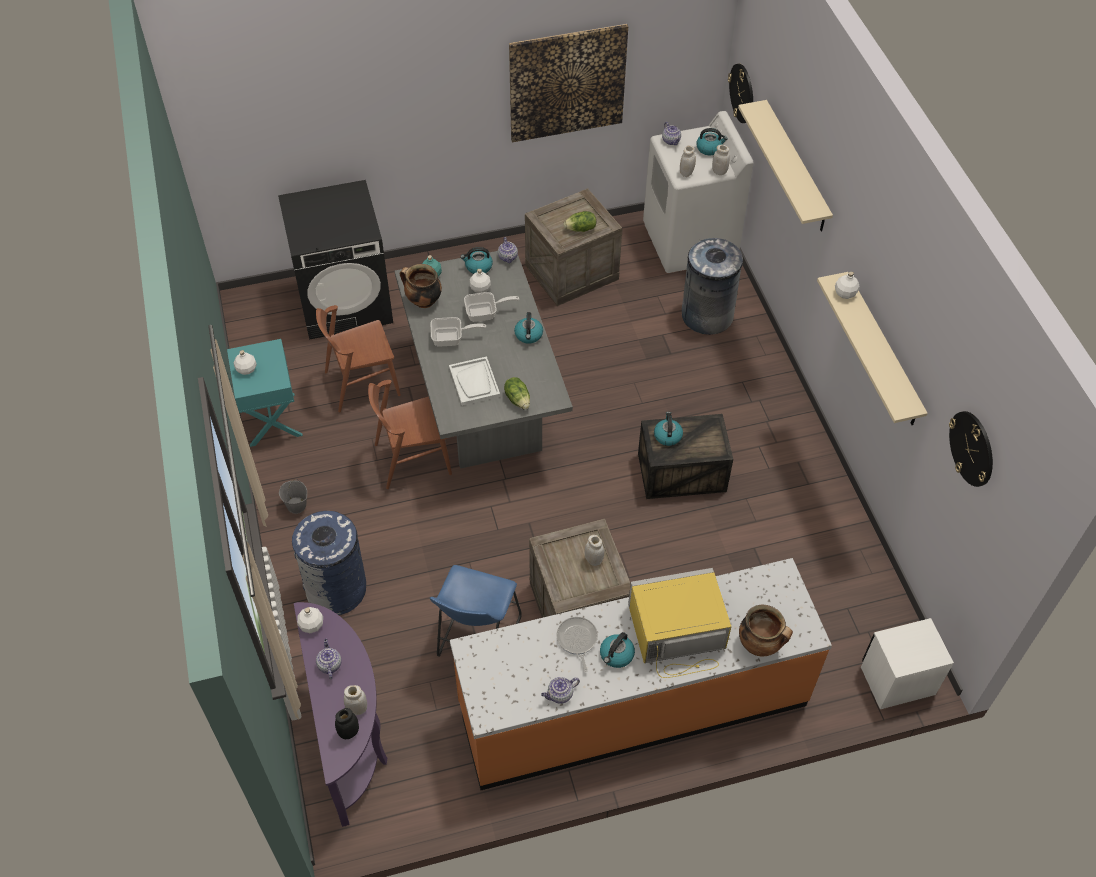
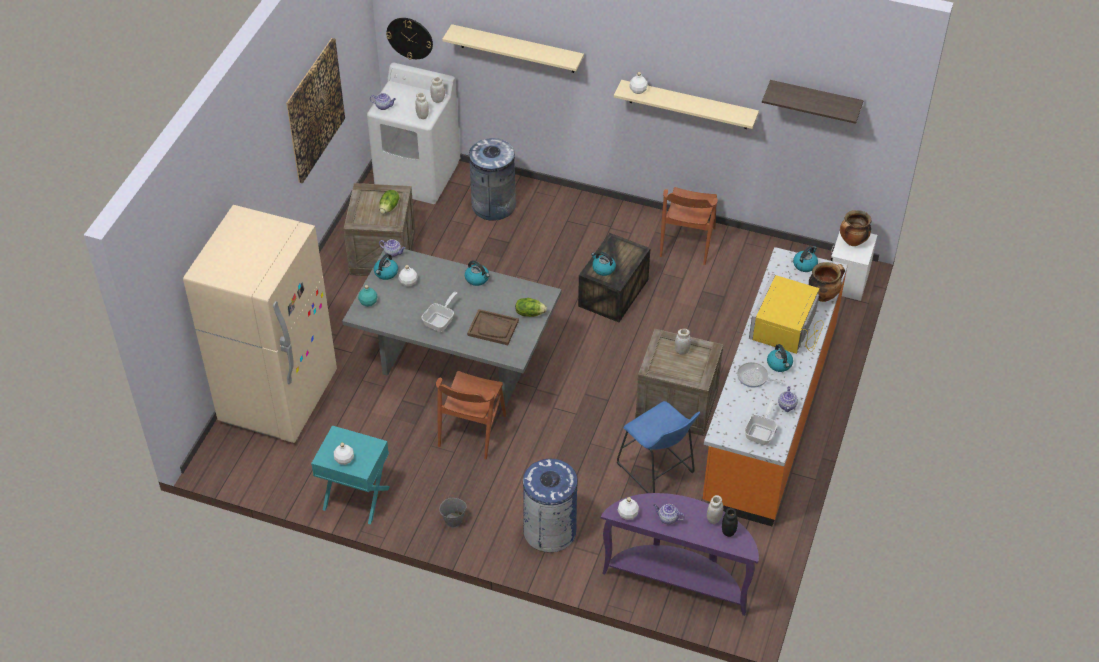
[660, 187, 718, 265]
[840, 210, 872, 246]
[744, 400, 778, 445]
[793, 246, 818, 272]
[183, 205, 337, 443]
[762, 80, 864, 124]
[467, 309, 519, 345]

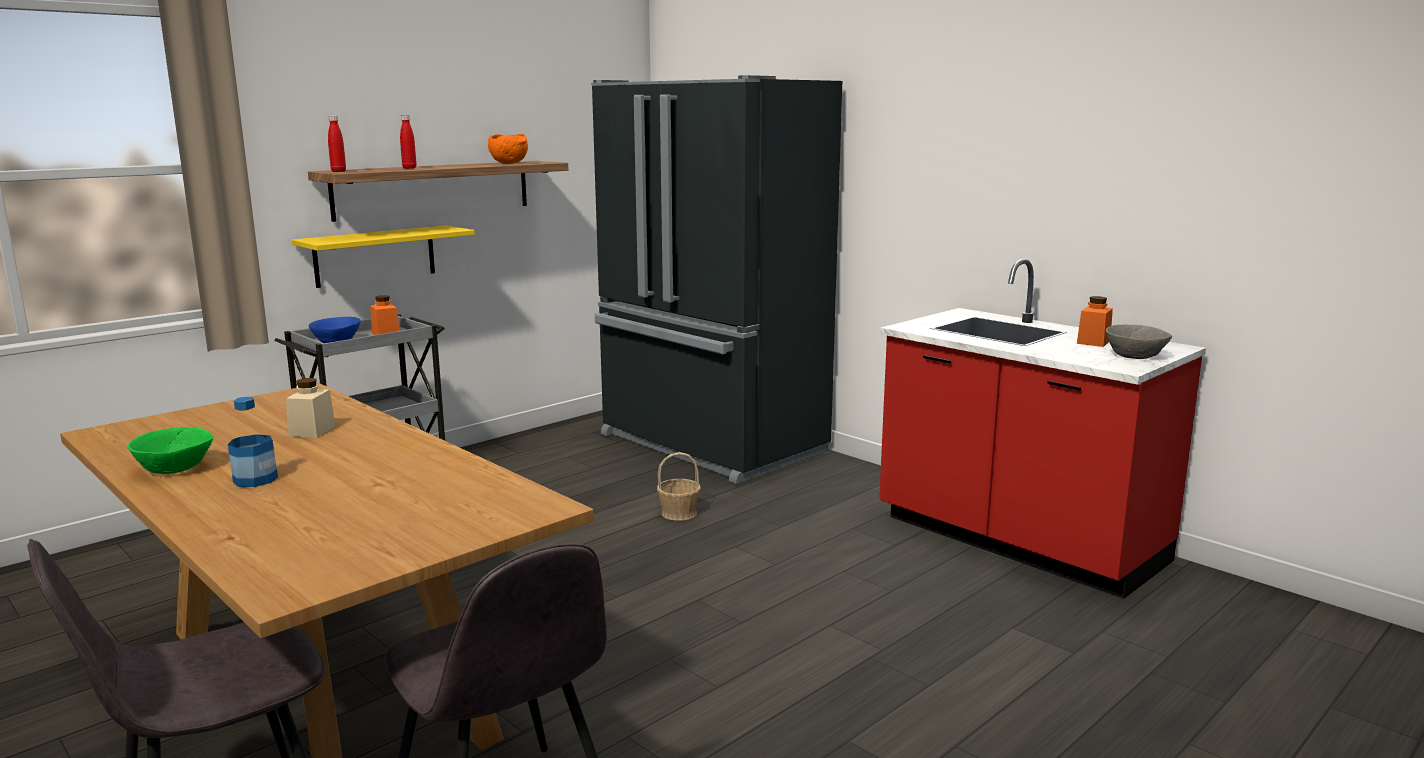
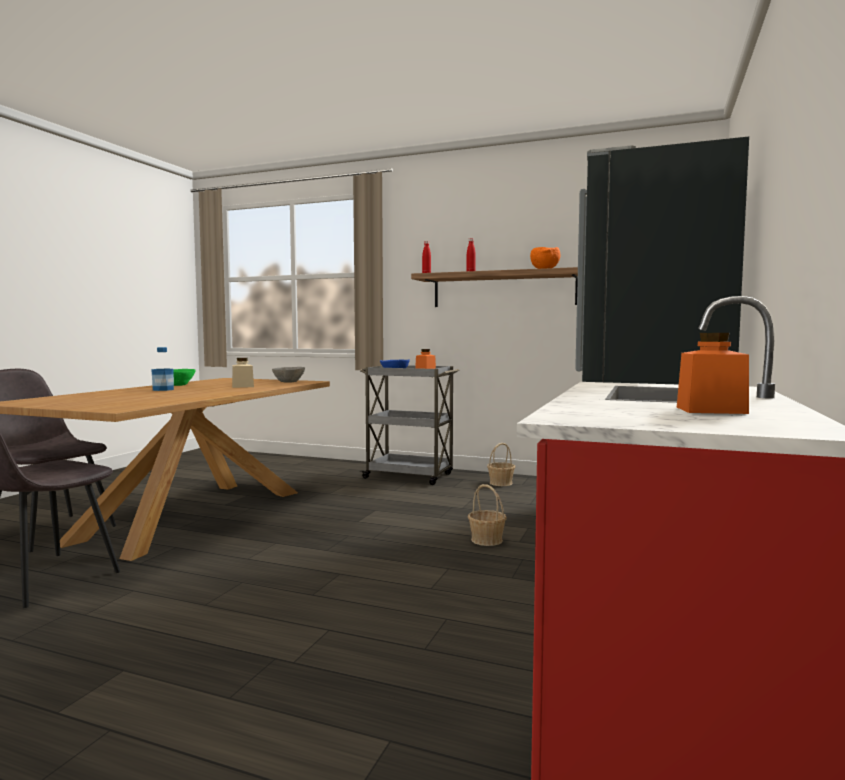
[292, 225, 475, 288] (first image)
[487, 443, 515, 486]
[272, 367, 305, 383]

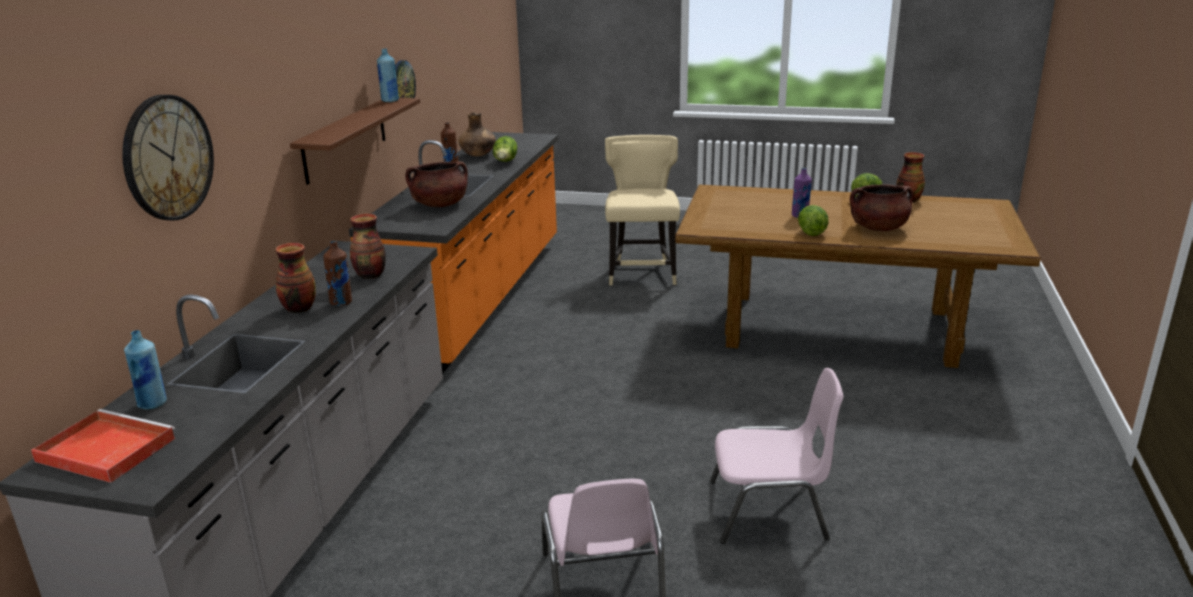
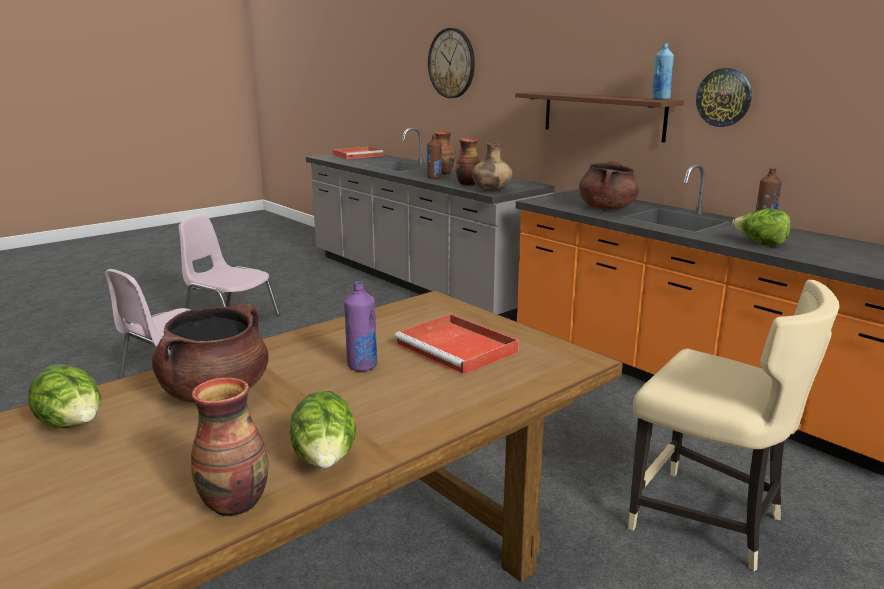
[124, 330, 167, 409] (first image)
[394, 314, 519, 376]
[471, 143, 513, 191]
[28, 364, 101, 428]

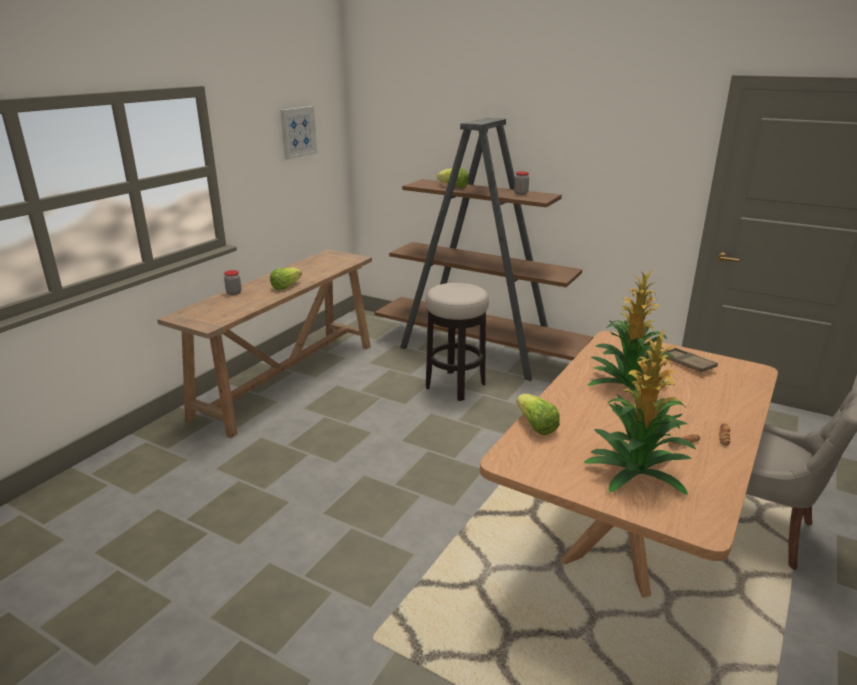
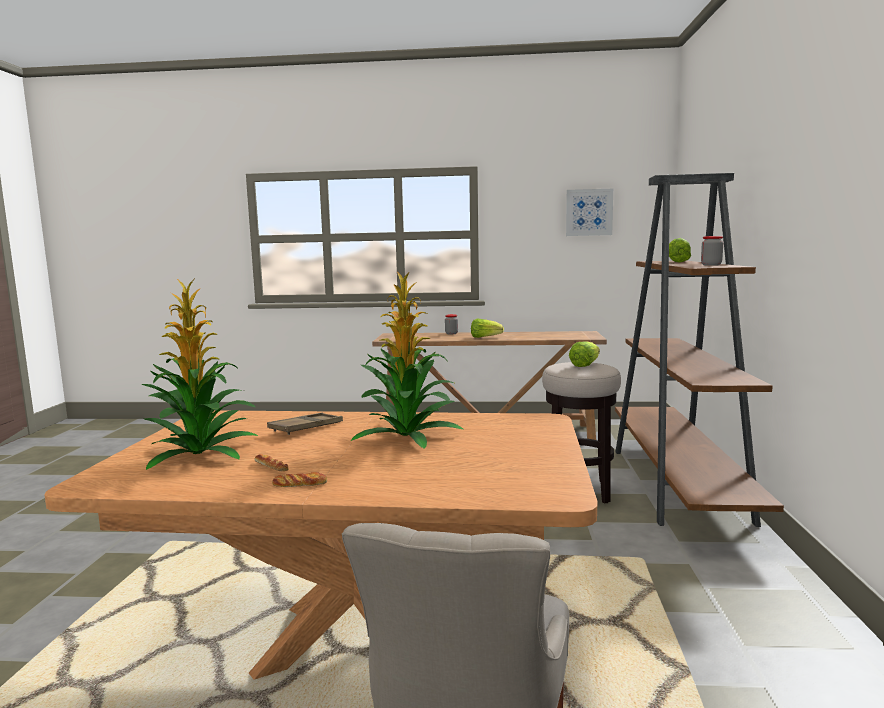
[569, 342, 600, 367]
[267, 413, 343, 435]

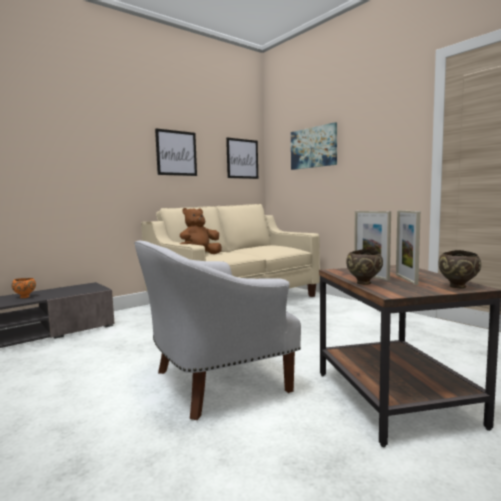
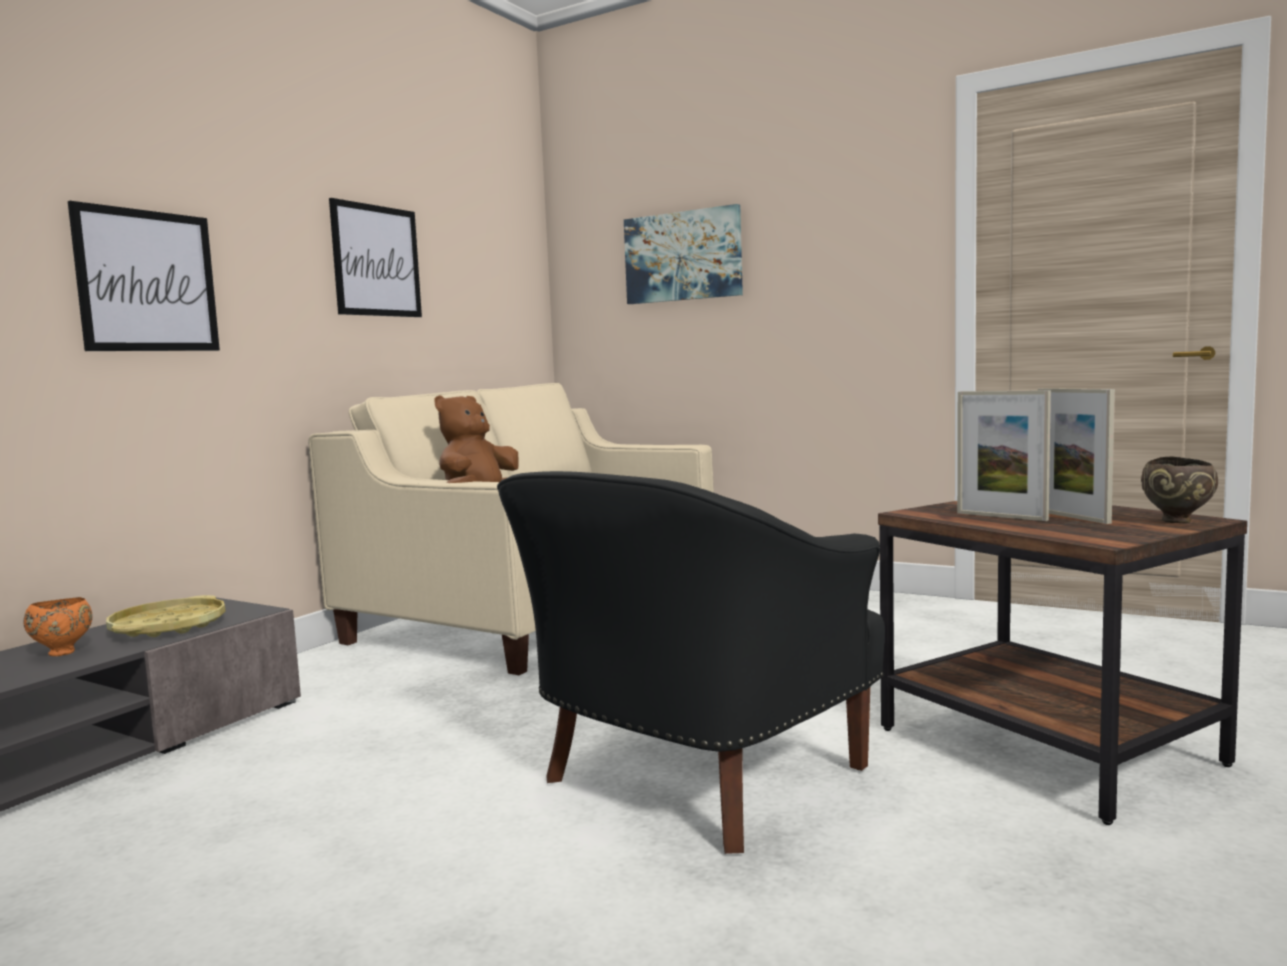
[346, 249, 383, 285] (first image)
[106, 595, 225, 637]
[68, 201, 220, 351]
[497, 471, 885, 854]

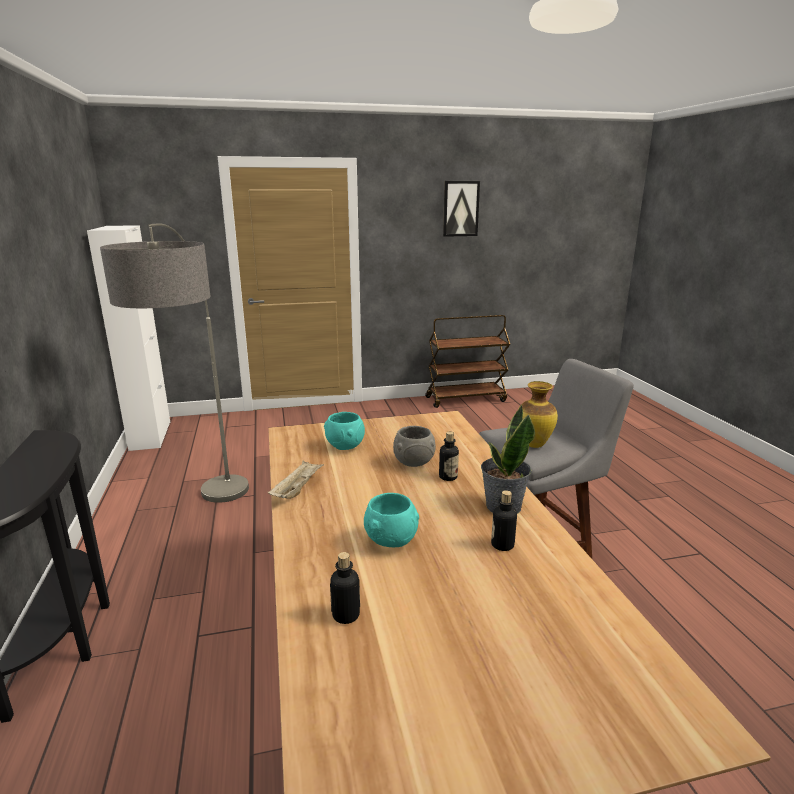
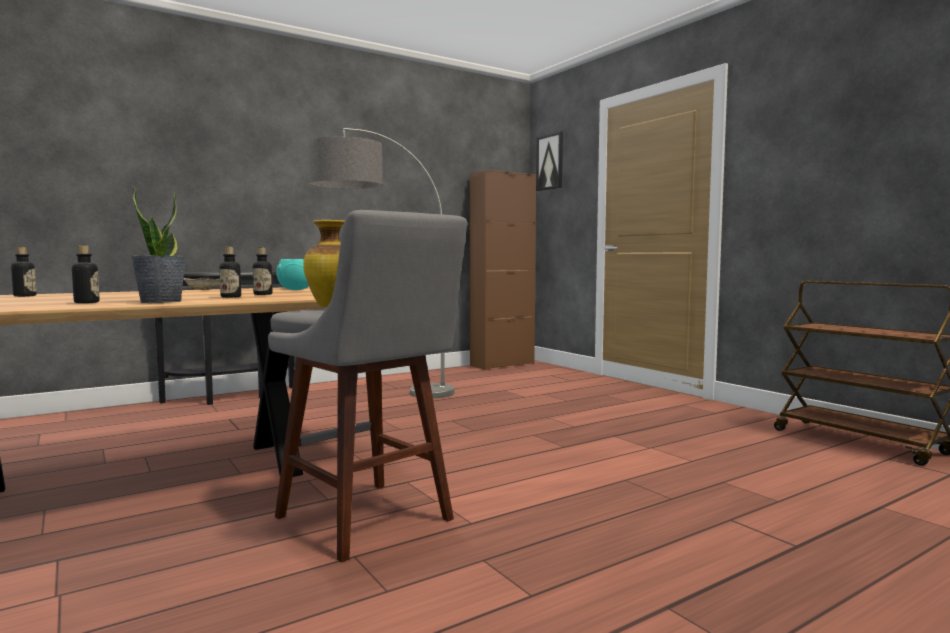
[364, 493, 419, 547] (first image)
[536, 131, 563, 191]
[253, 247, 273, 295]
[470, 169, 536, 370]

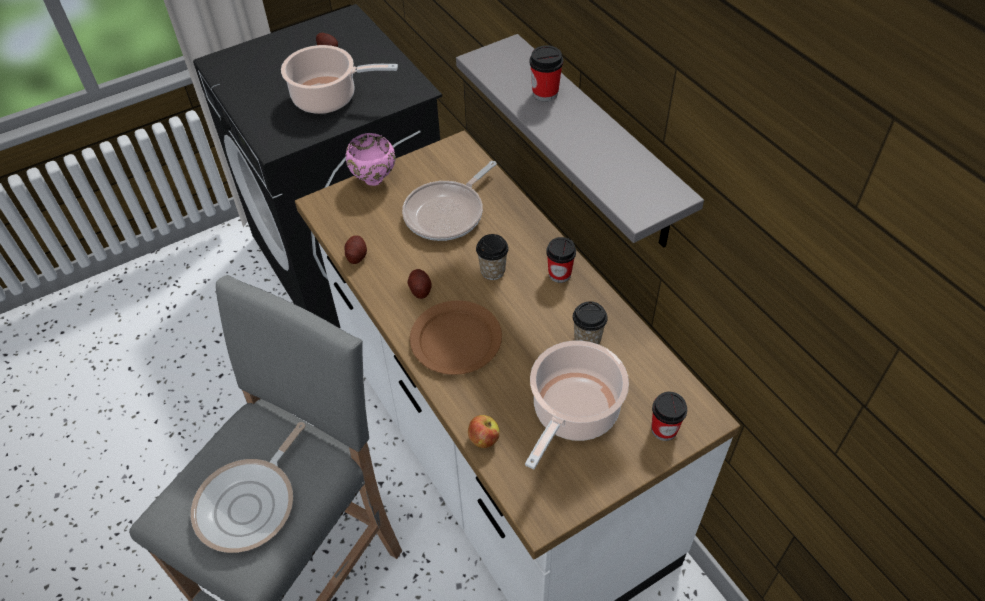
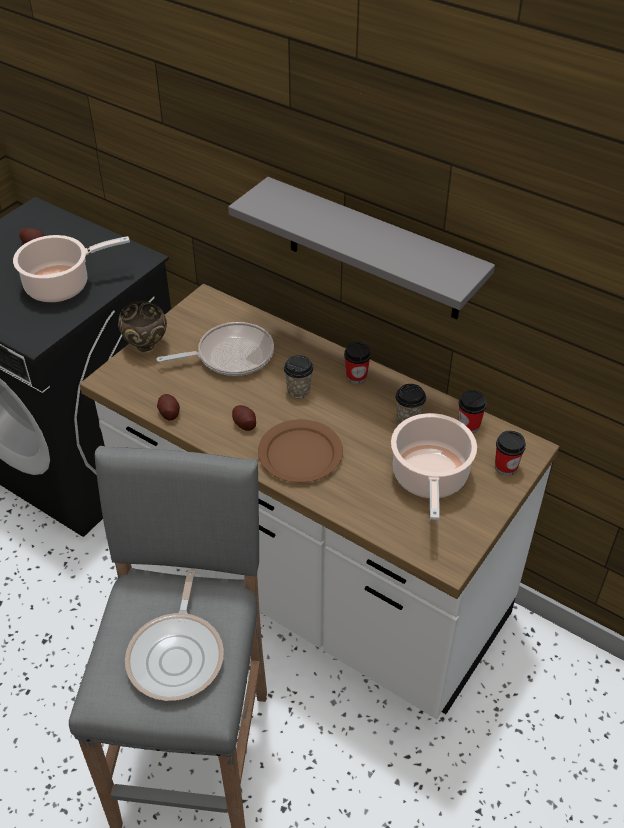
[468, 415, 500, 448] (first image)
[458, 390, 487, 433]
[118, 301, 167, 352]
[156, 322, 274, 376]

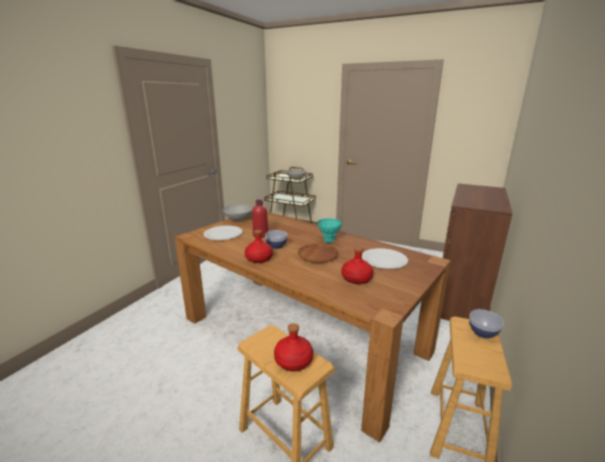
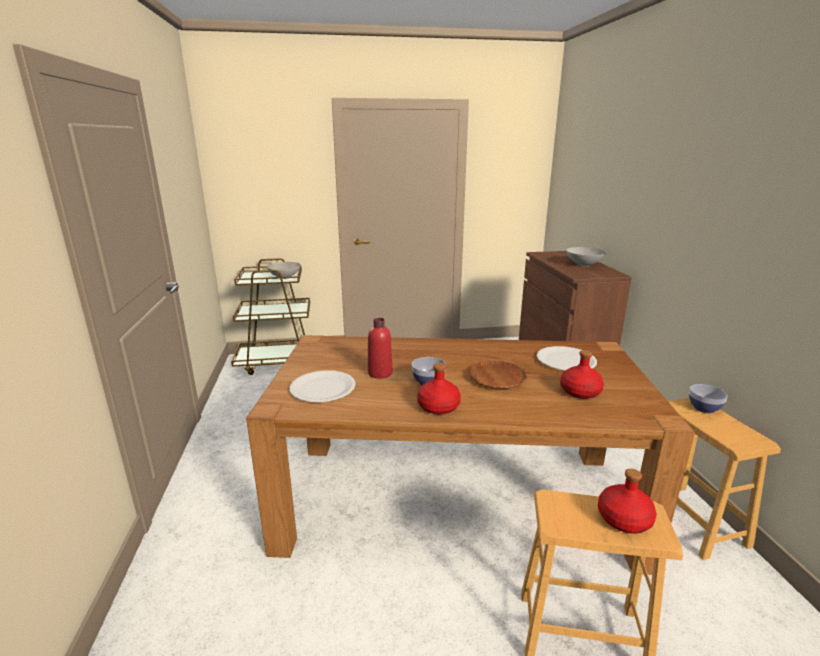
[318, 218, 342, 243] (first image)
[566, 247, 606, 266]

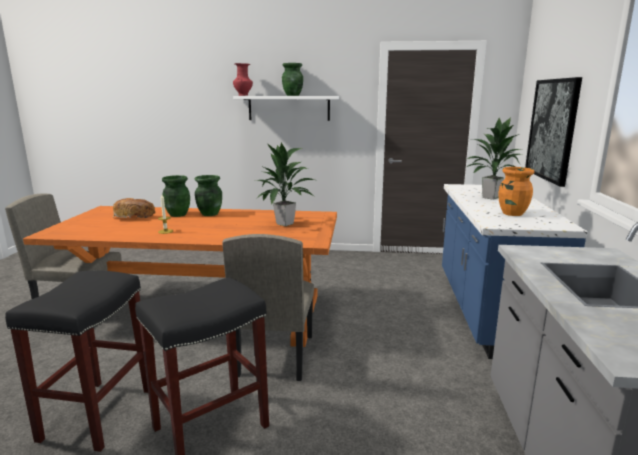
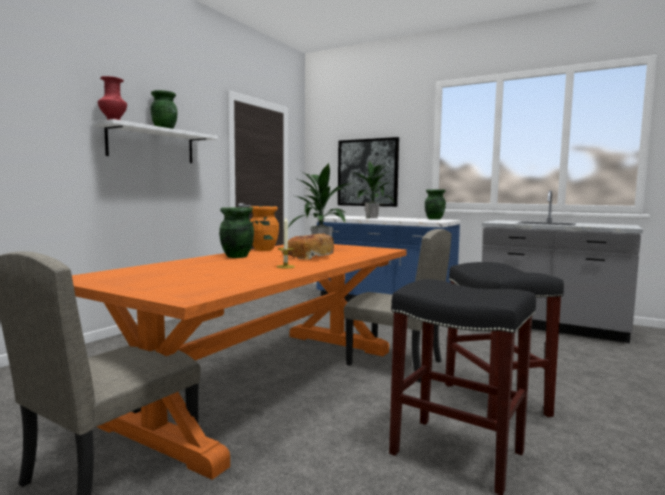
[281, 234, 334, 260]
[425, 189, 446, 220]
[250, 206, 279, 251]

